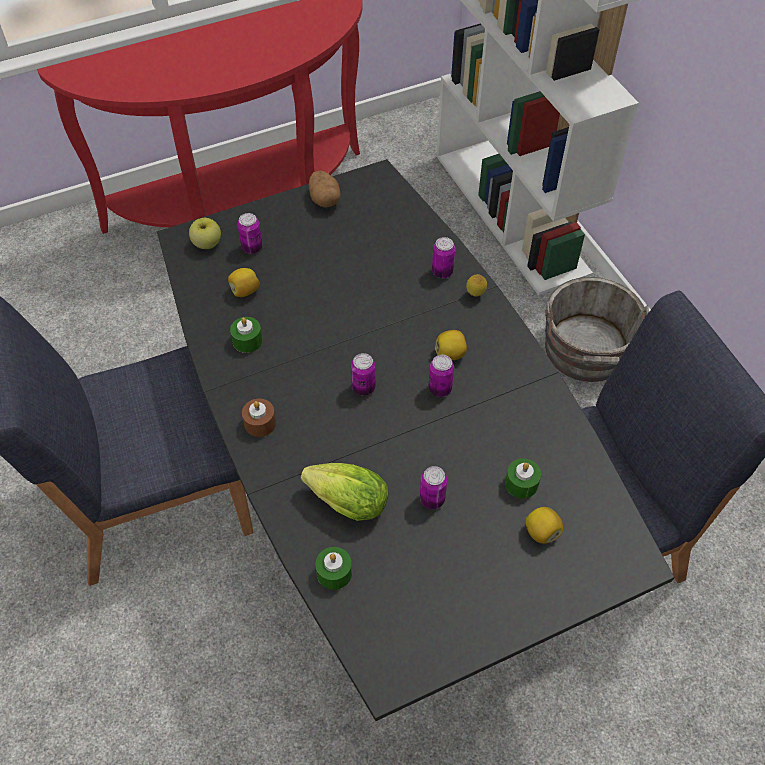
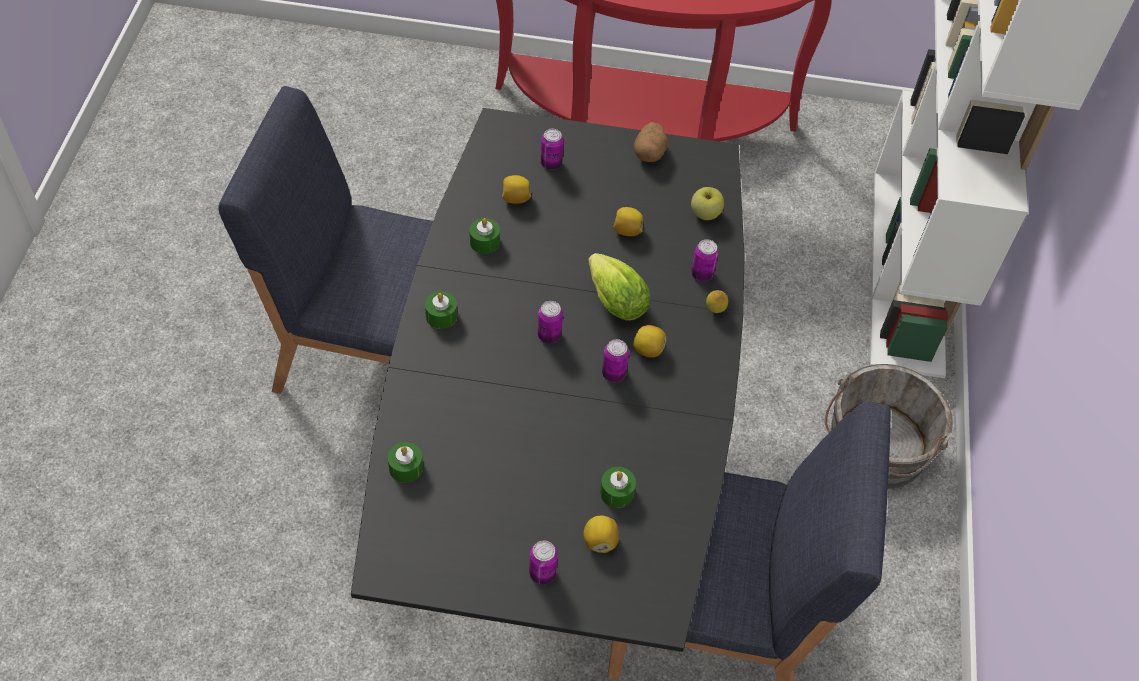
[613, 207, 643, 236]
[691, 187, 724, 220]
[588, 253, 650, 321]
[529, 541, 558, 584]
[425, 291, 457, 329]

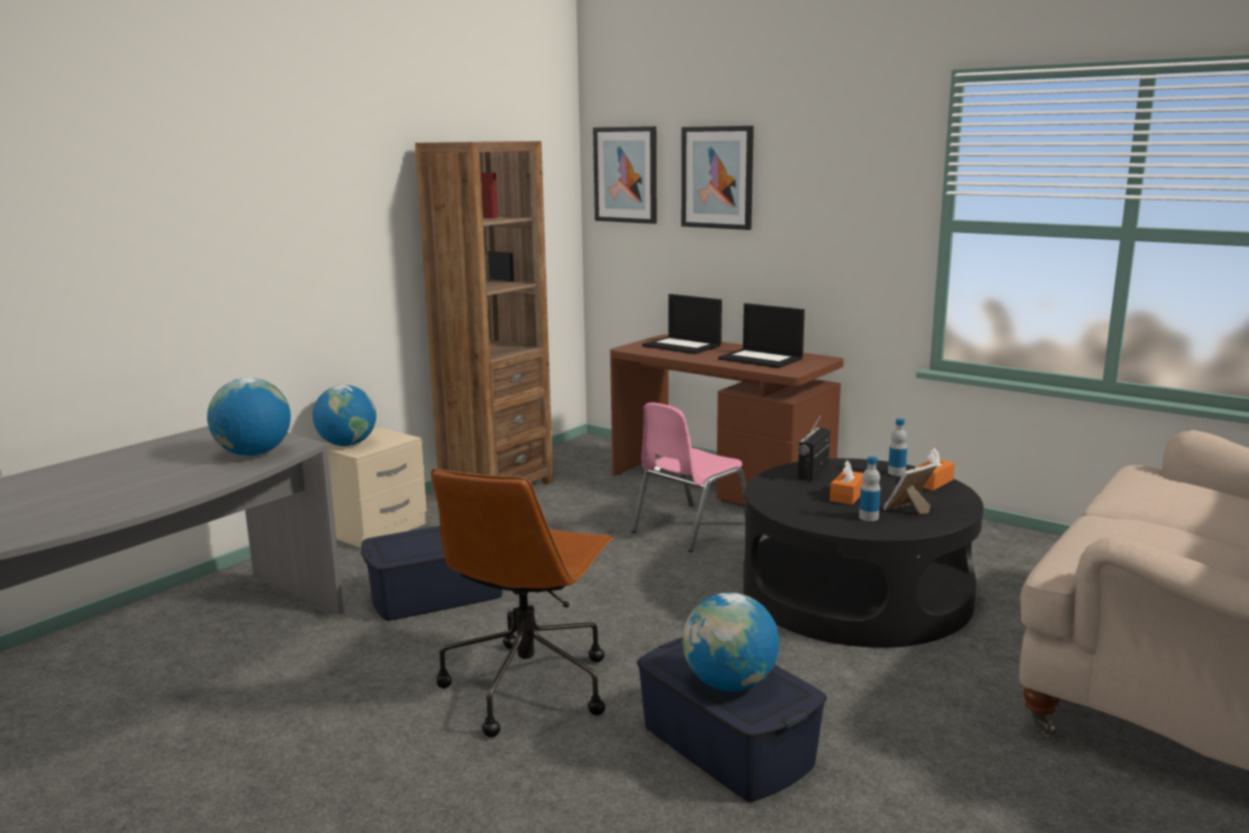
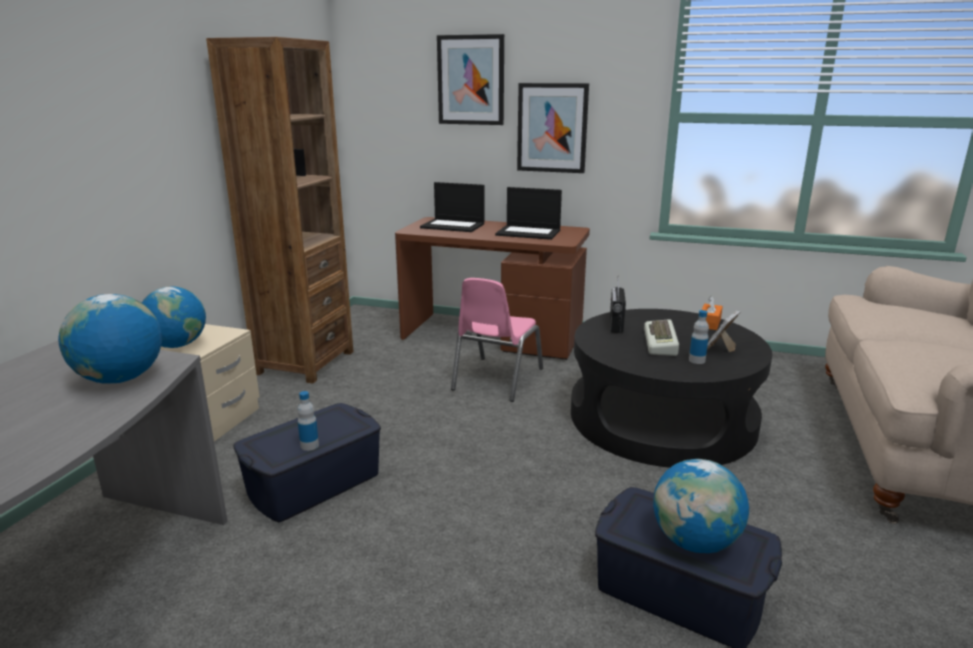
[431, 468, 614, 737] (first image)
[517, 83, 589, 173]
[297, 391, 319, 451]
[644, 319, 679, 356]

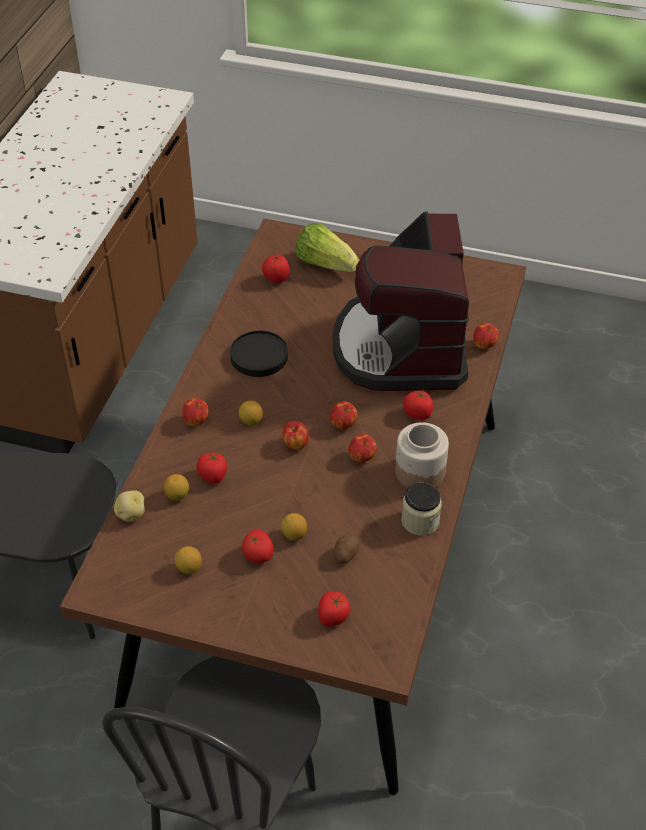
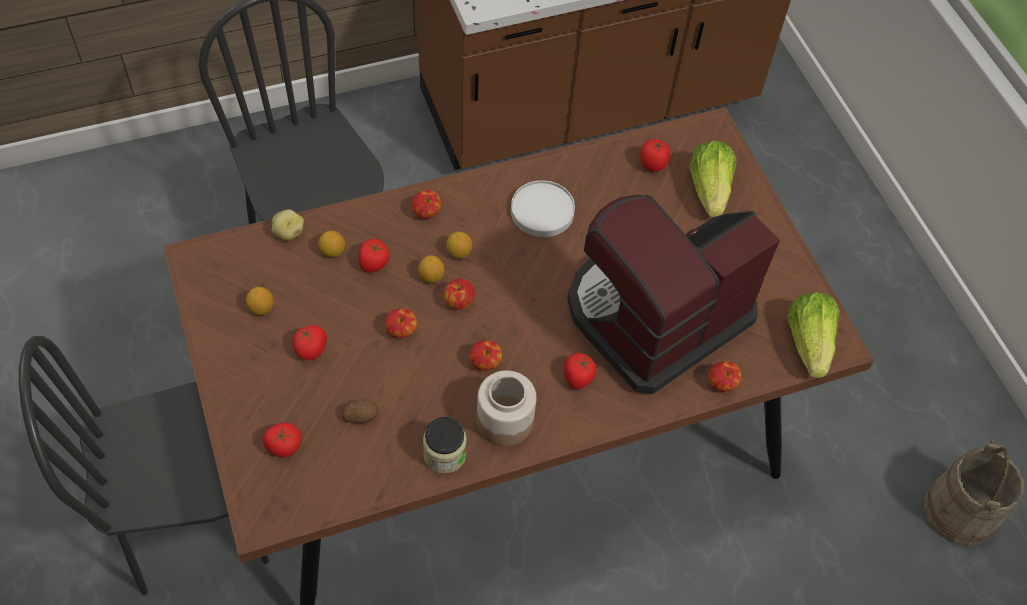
[787, 292, 840, 378]
[924, 440, 1024, 546]
[418, 255, 445, 284]
[385, 308, 417, 338]
[511, 180, 575, 237]

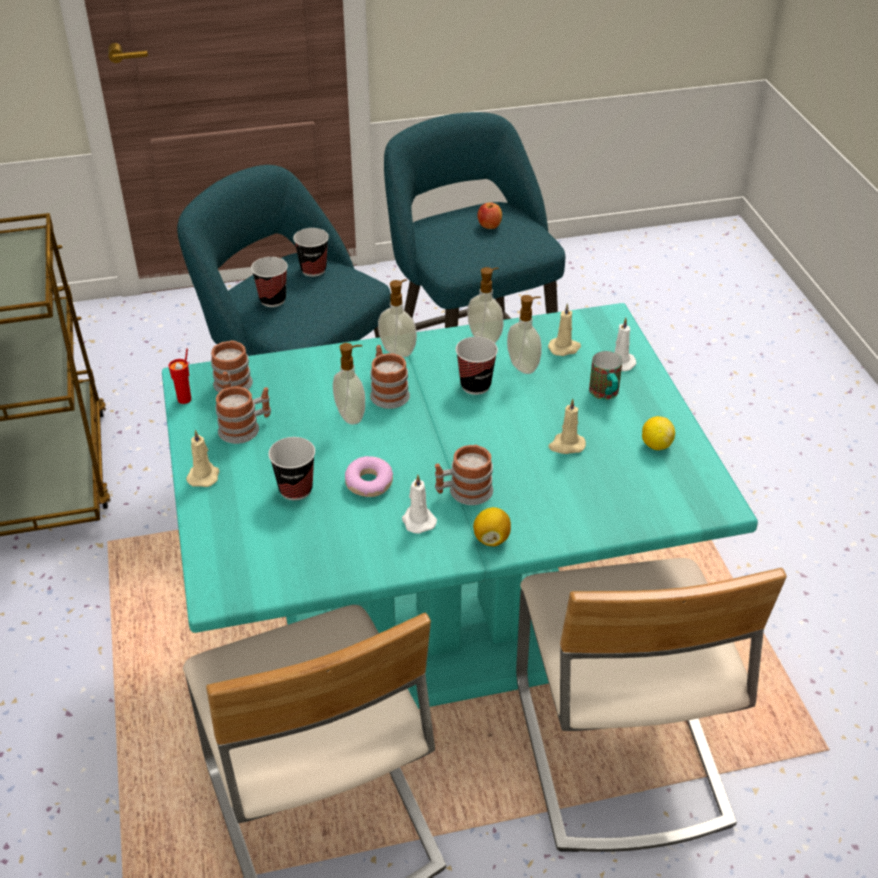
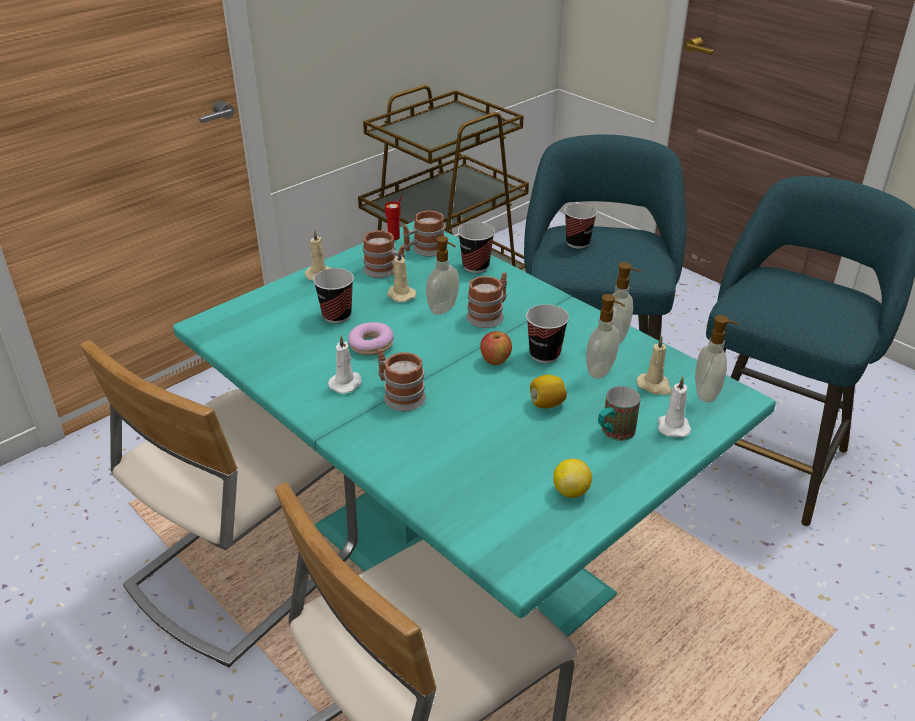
[458, 222, 495, 273]
[695, 315, 740, 402]
[530, 375, 567, 409]
[480, 331, 512, 365]
[387, 249, 416, 302]

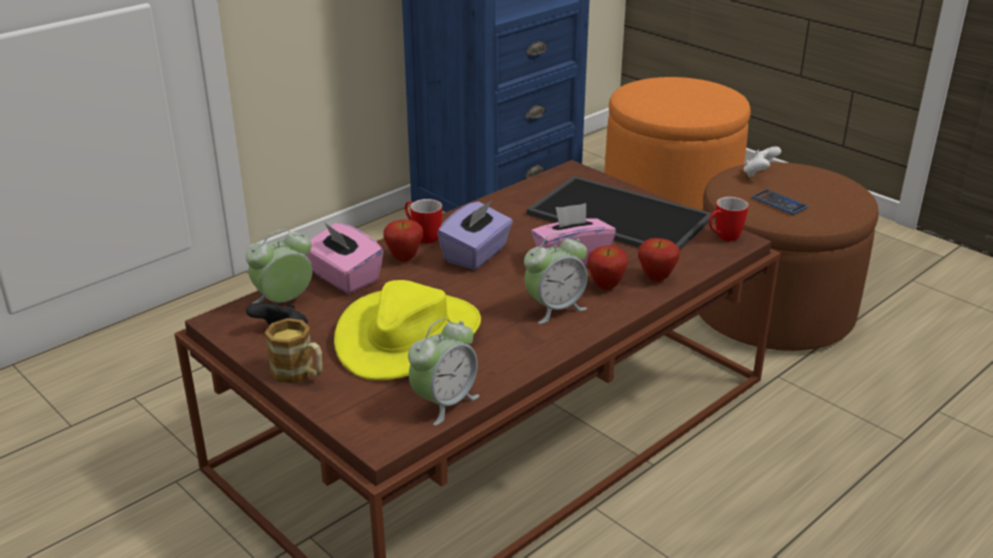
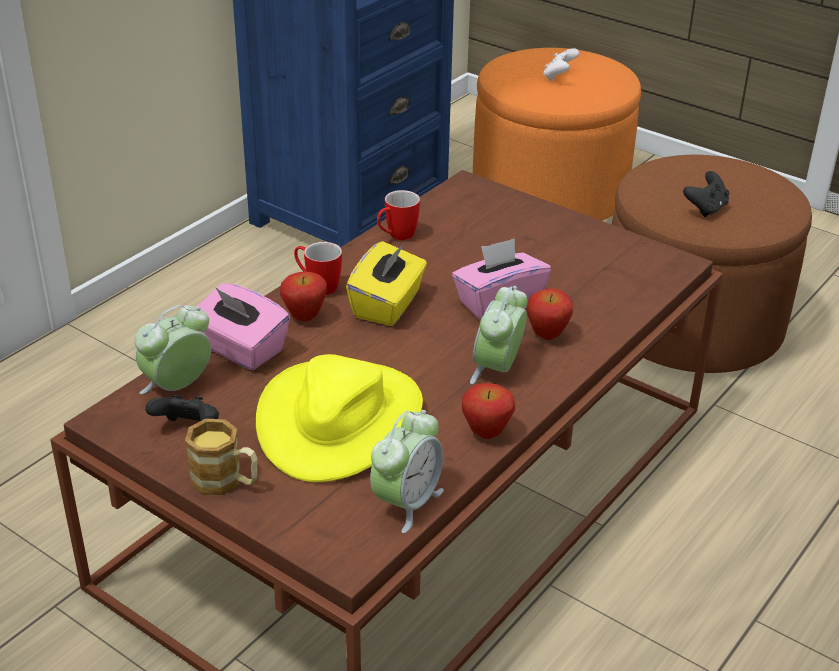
[527, 176, 713, 251] (first image)
[462, 383, 515, 439]
[377, 190, 420, 240]
[543, 48, 579, 81]
[683, 171, 729, 217]
[346, 241, 427, 326]
[470, 286, 527, 384]

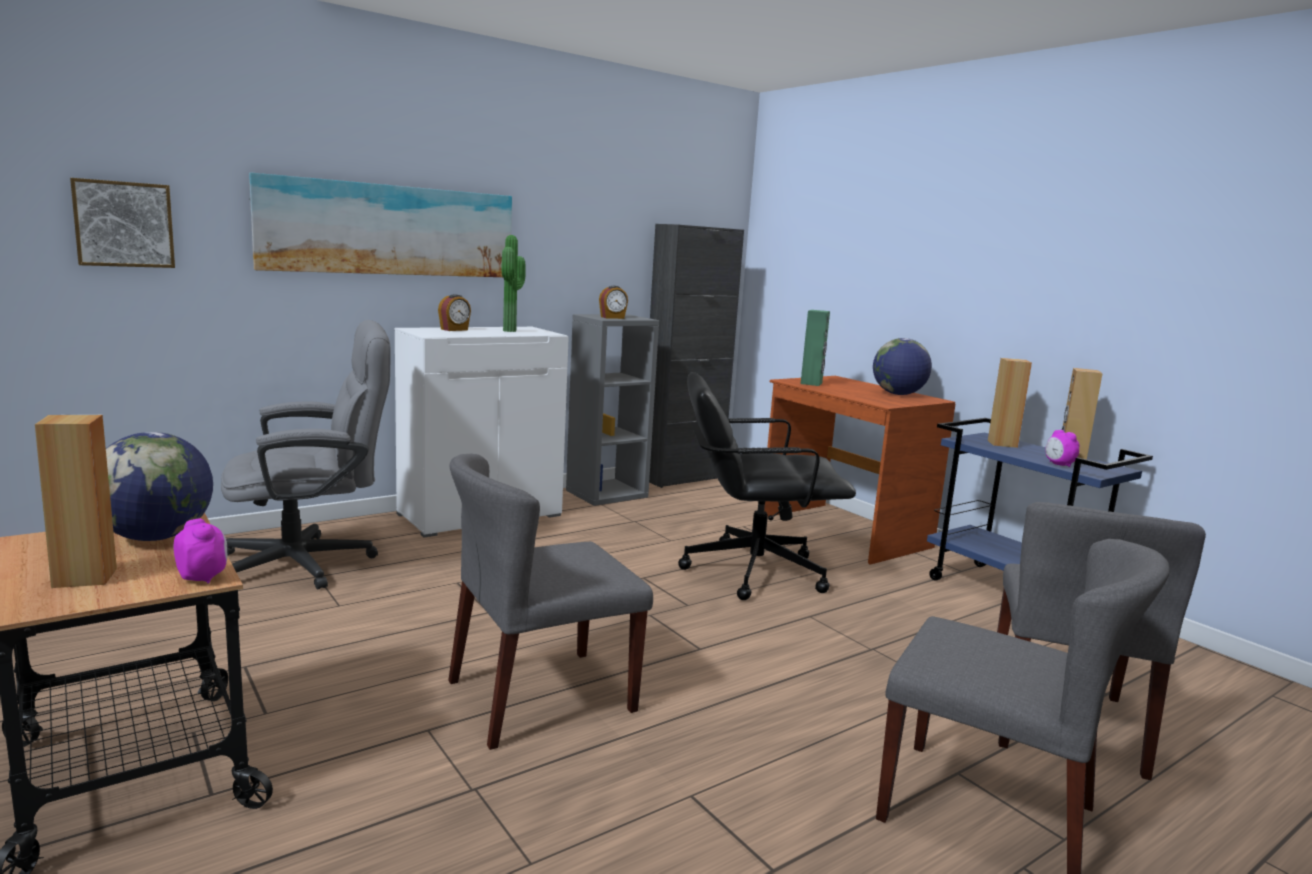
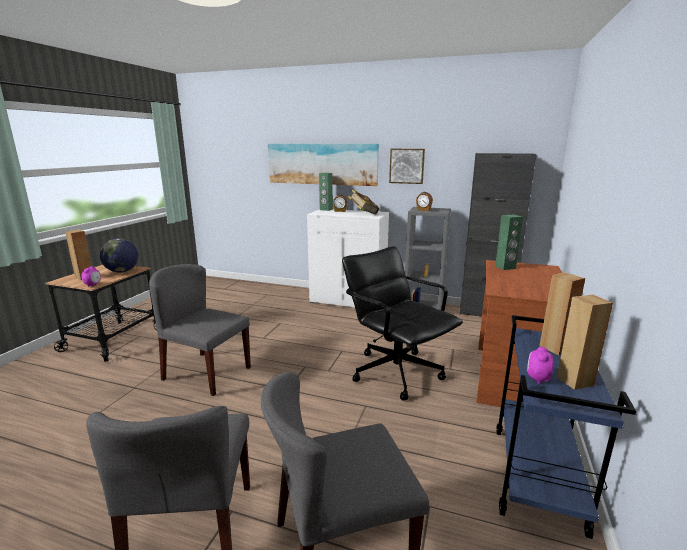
[221, 320, 391, 590] (first image)
[873, 338, 932, 395] (first image)
[319, 173, 333, 211]
[389, 149, 425, 184]
[348, 190, 379, 214]

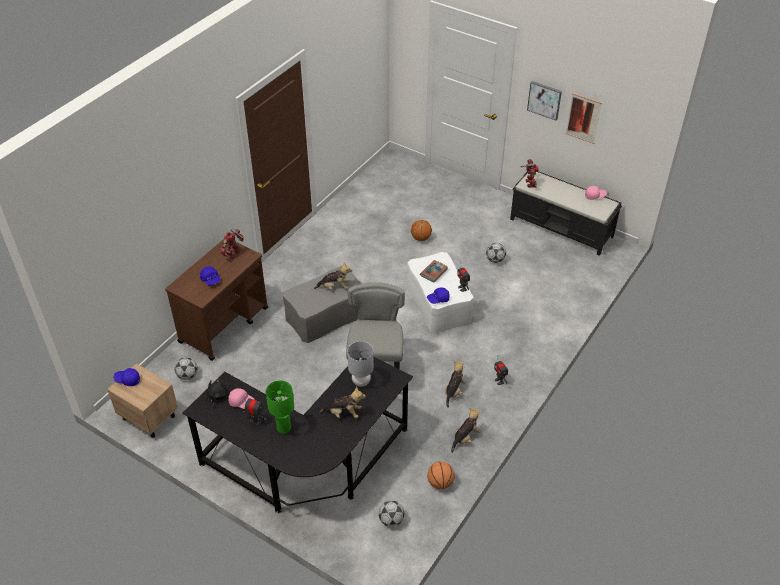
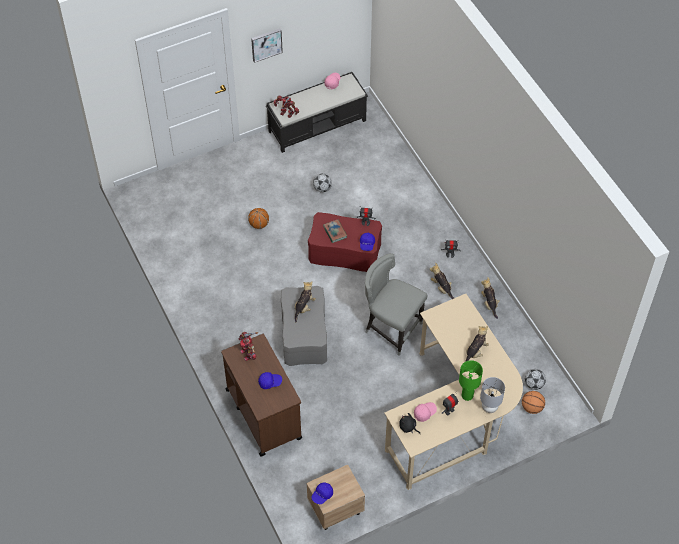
[175, 357, 198, 380] (first image)
[566, 93, 602, 144] (first image)
[480, 377, 505, 413]
[522, 391, 545, 414]
[385, 294, 523, 490]
[308, 212, 382, 272]

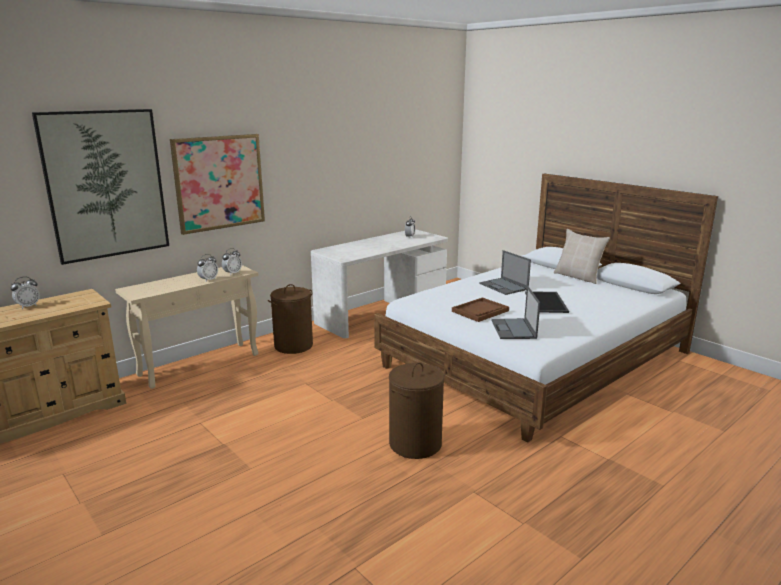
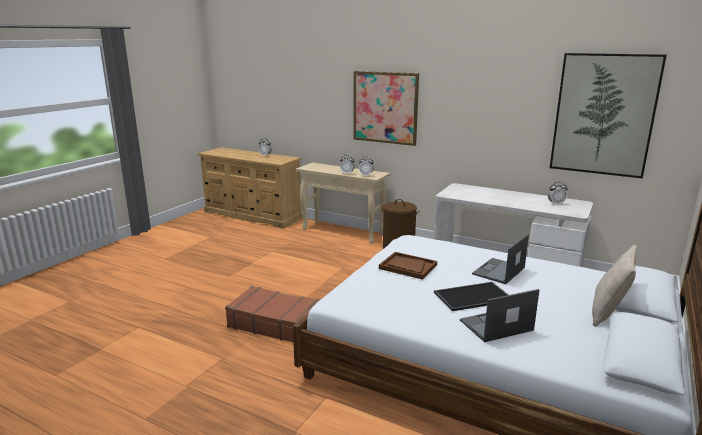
[550, 53, 667, 179]
[460, 289, 539, 342]
[225, 286, 320, 342]

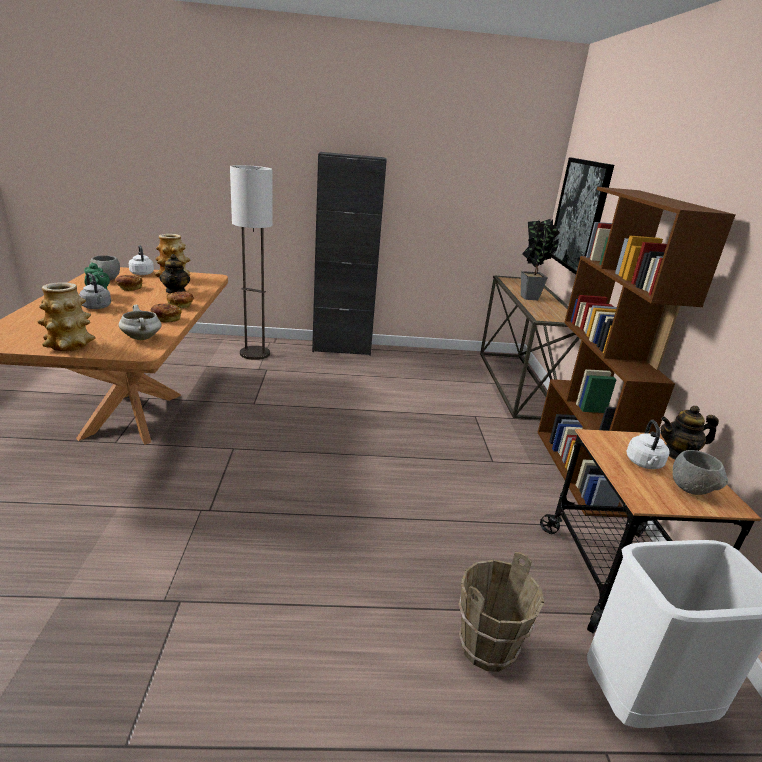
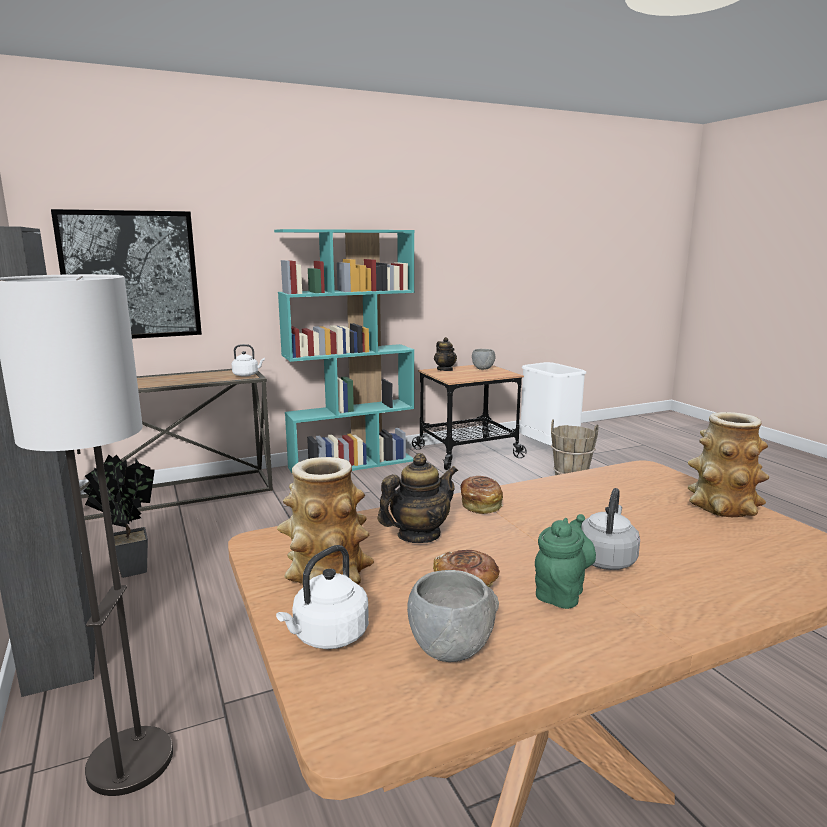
[119, 305, 161, 340] (first image)
[150, 304, 181, 323] (first image)
[84, 455, 155, 578]
[232, 344, 265, 377]
[274, 229, 414, 473]

